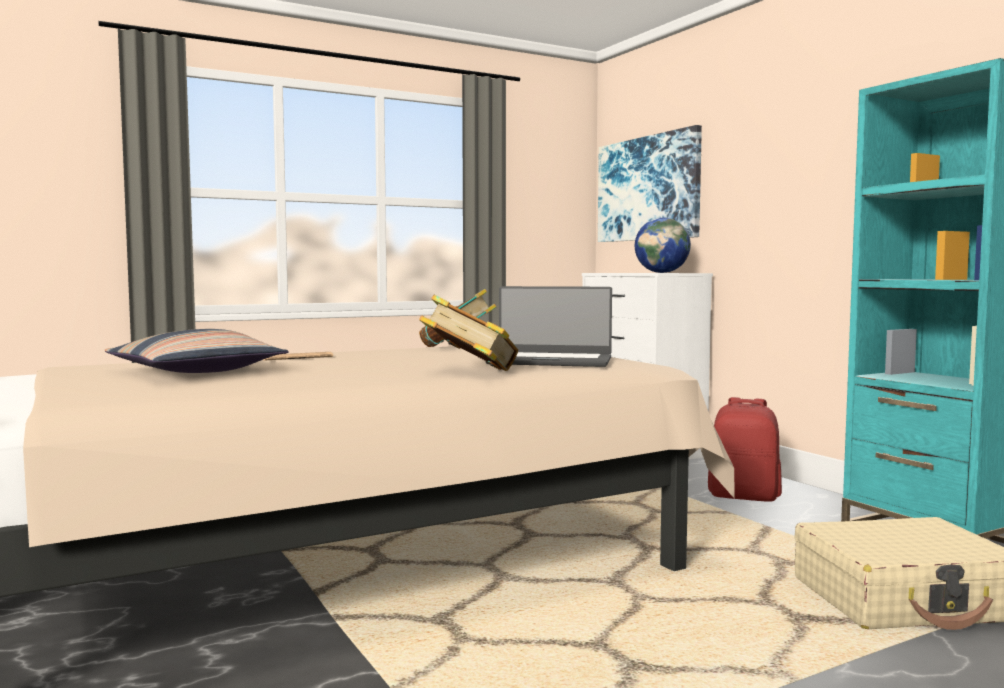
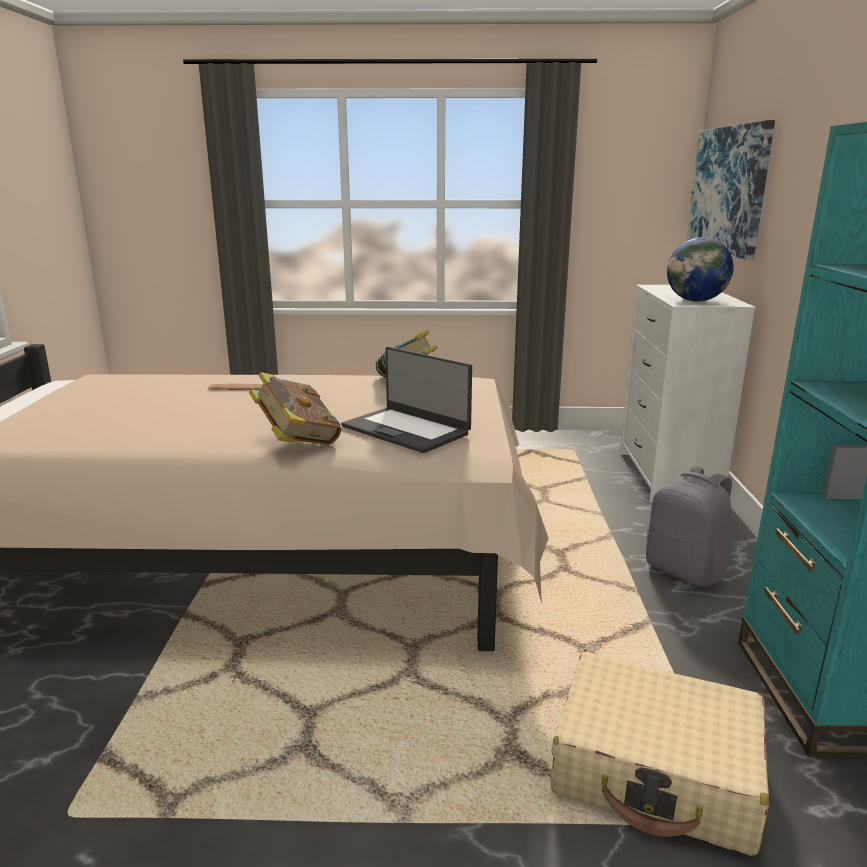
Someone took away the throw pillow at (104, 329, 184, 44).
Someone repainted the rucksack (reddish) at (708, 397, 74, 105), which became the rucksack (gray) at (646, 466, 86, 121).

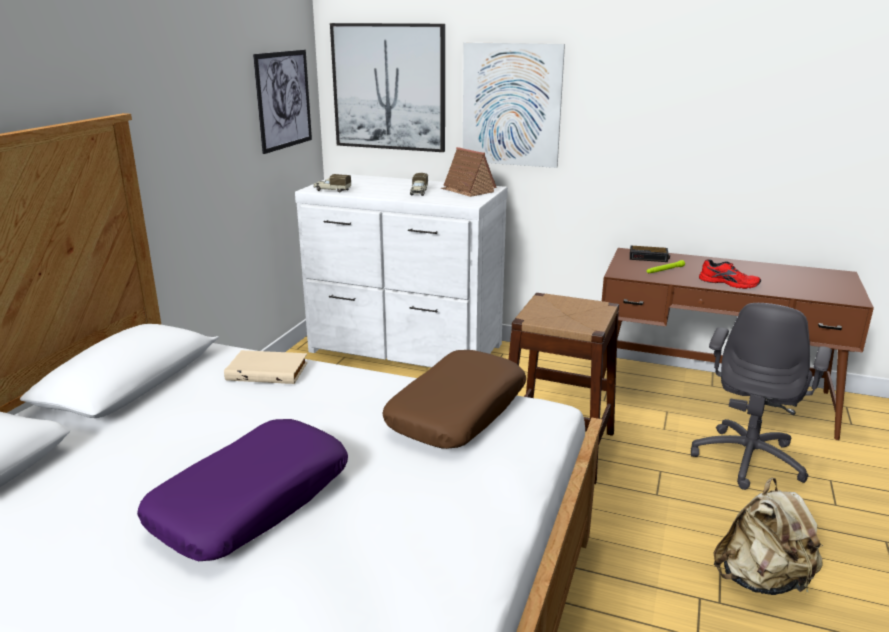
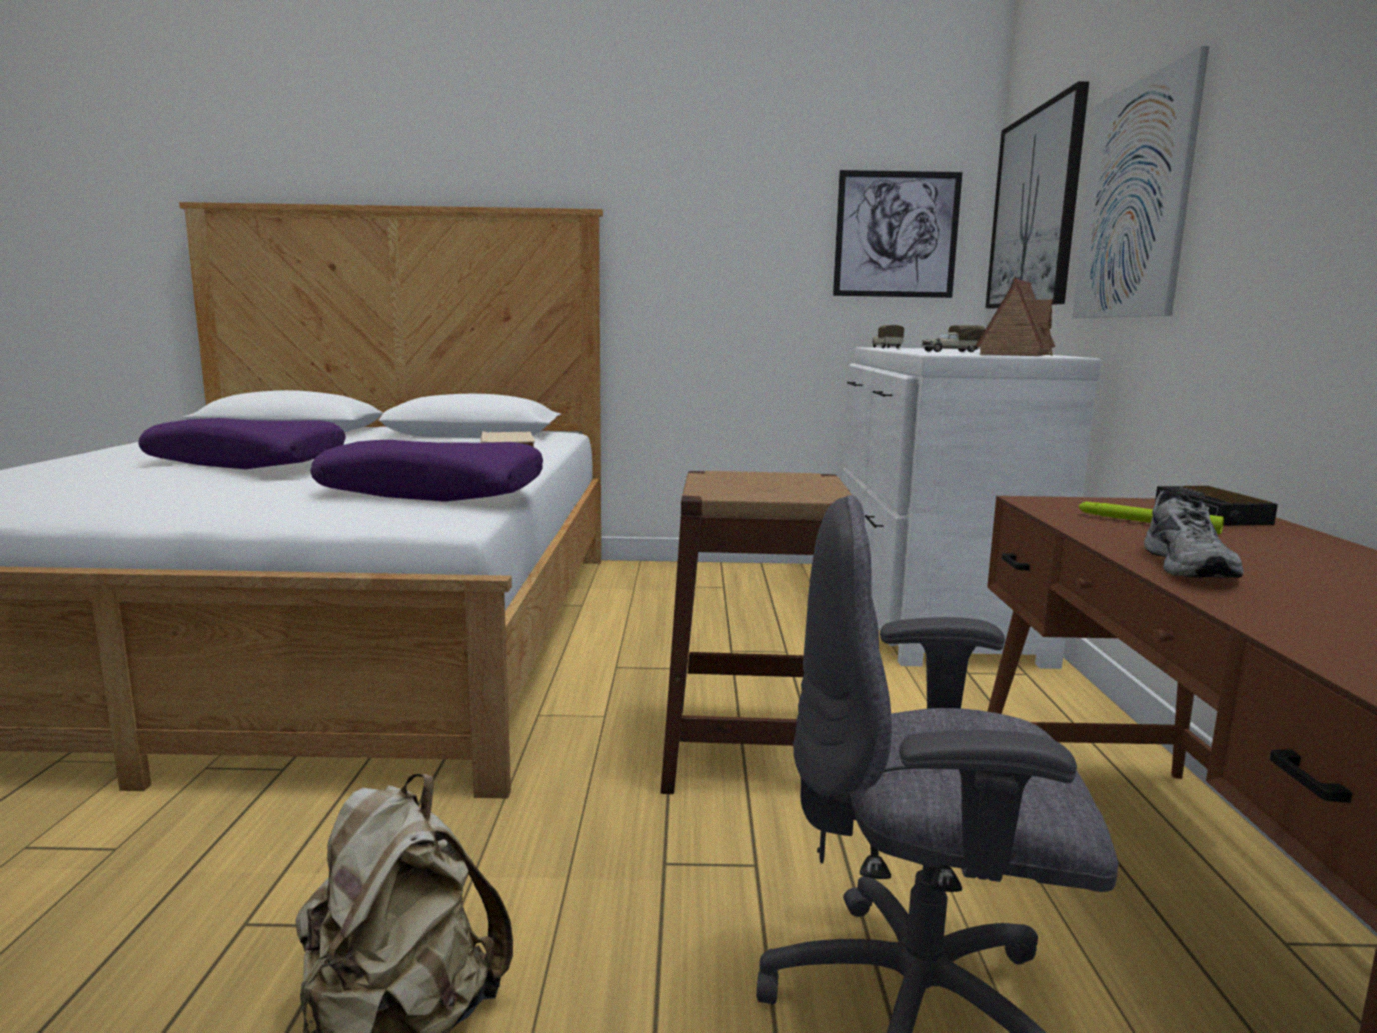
Someone repainted the item of footwear (reddish) at (699, 259, 62, 30), which became the item of footwear (gray) at (1144, 490, 100, 88).
Someone repainted the throw pillow (brown) at (383, 350, 143, 99), which became the throw pillow (purple) at (310, 440, 233, 62).

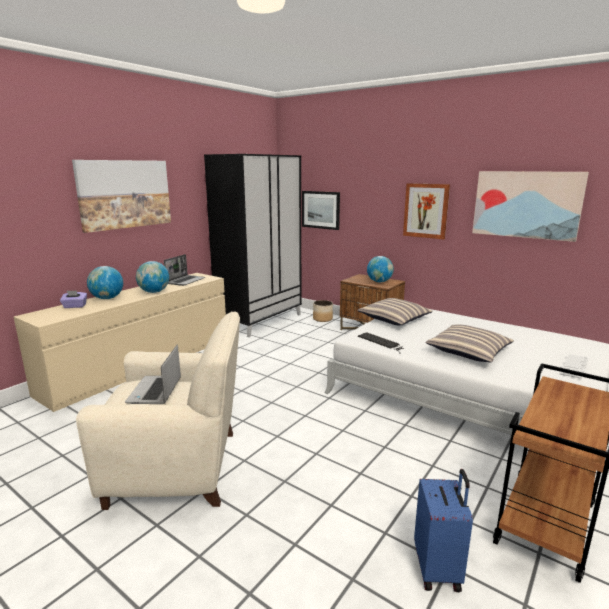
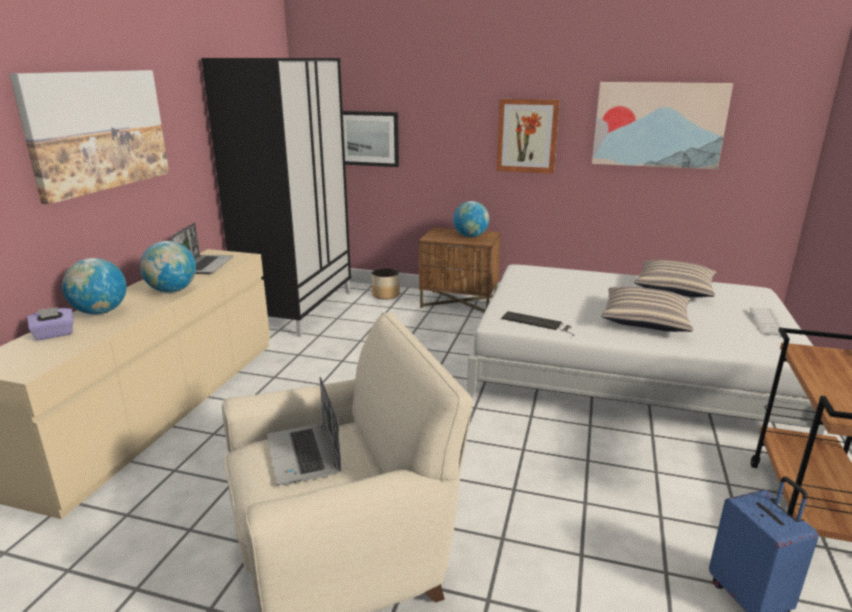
Someone carried the throw pillow from (357, 298, 76, 27) to (634, 260, 83, 37).

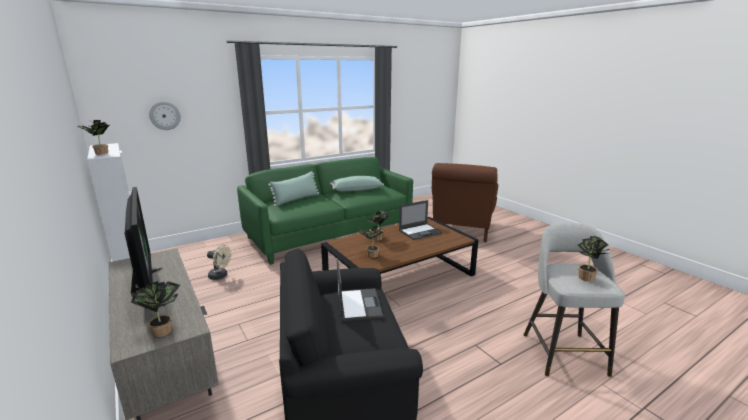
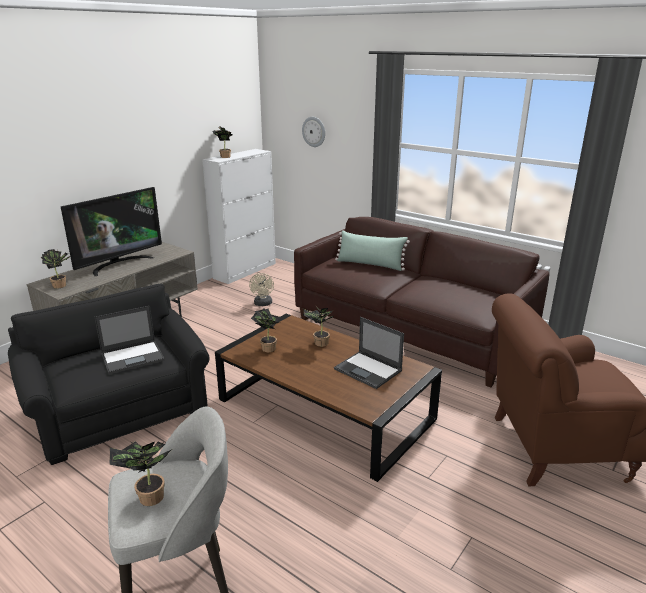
Someone repainted the settee (green) at (237, 157, 176, 108), which became the settee (brown) at (294, 217, 256, 170).
Someone took away the throw pillow (green) at (330, 176, 54, 15).

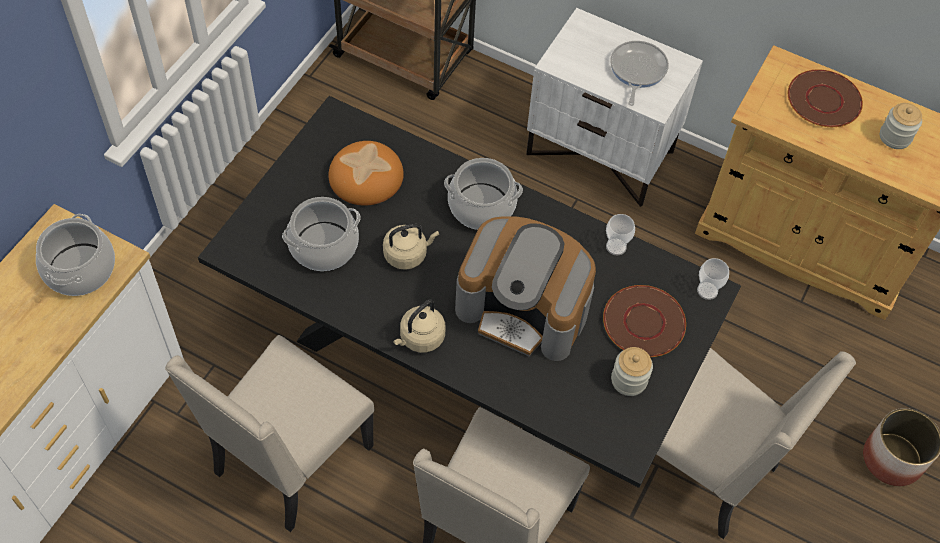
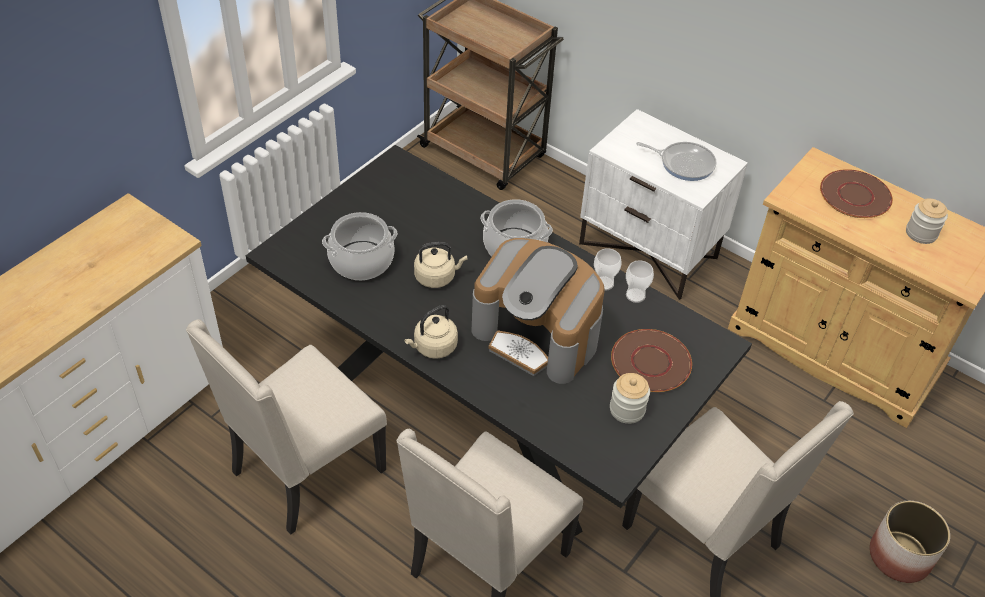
Someone rotated the skillet at (610, 41, 59, 65) by 90 degrees clockwise.
Someone took away the bakery bread at (328, 141, 76, 65).
Someone took away the cooking pot at (36, 214, 79, 82).
Someone carried the small cup from (697, 258, 32, 42) to (594, 248, 28, 43).

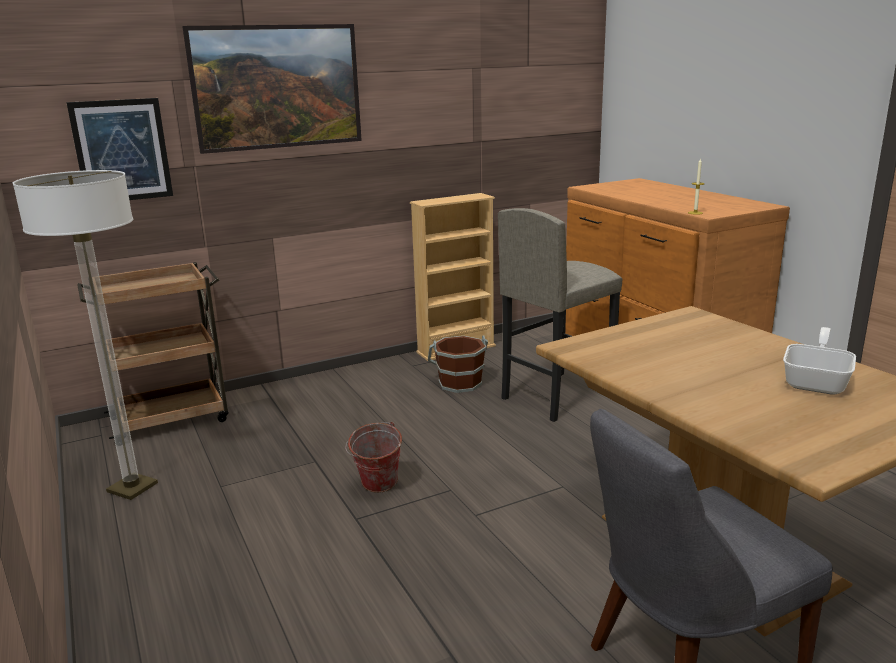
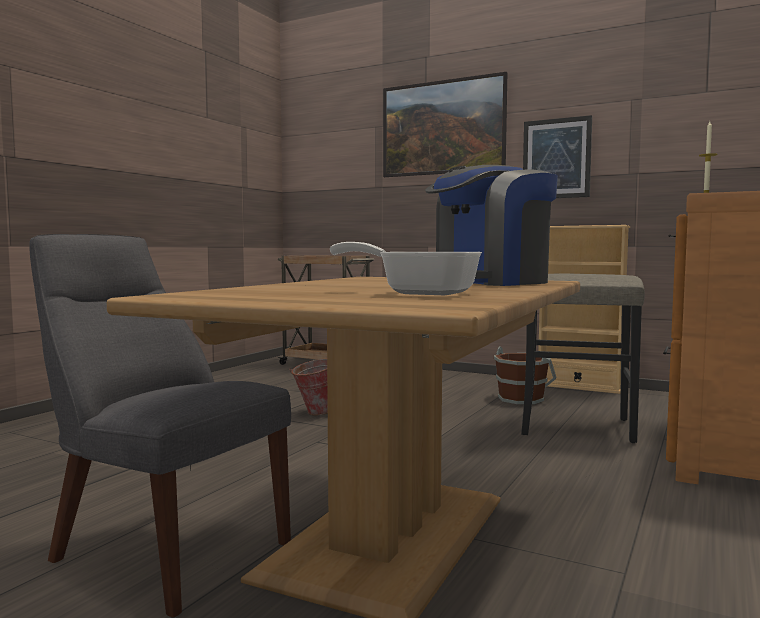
Someone carried the wall picture from (66, 98, 107, 102) to (523, 115, 69, 83).
Someone took away the standing lamp at (13, 170, 145, 330).
Someone rotated the skillet at (783, 327, 73, 68) by 150 degrees counterclockwise.
Someone put down the coffee brewer at (425, 165, 133, 121).

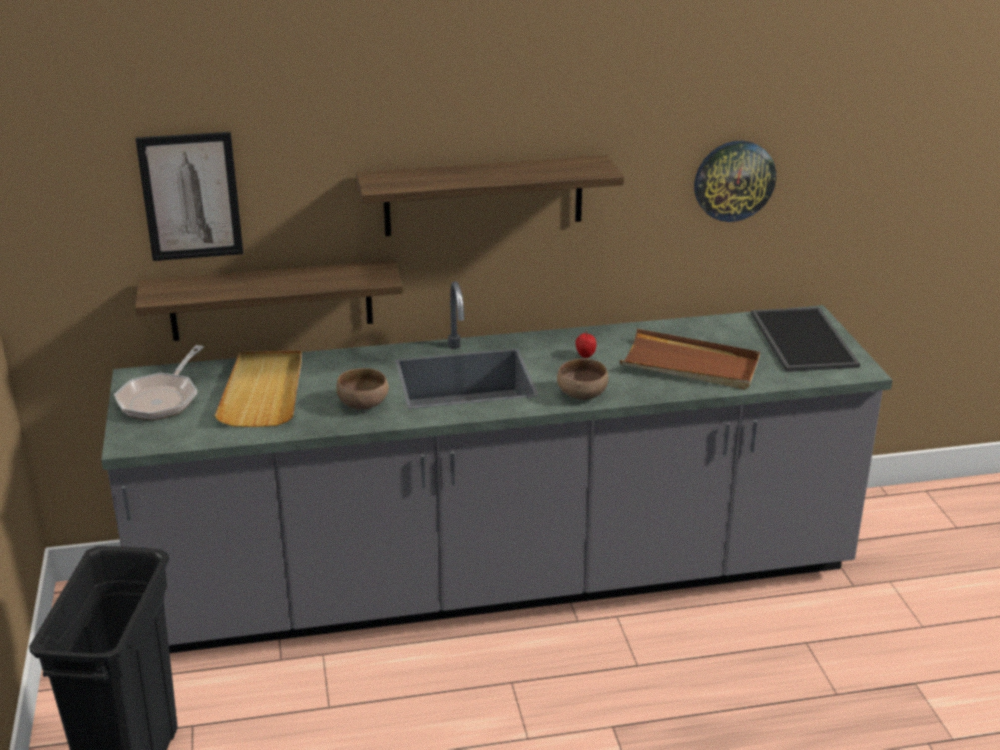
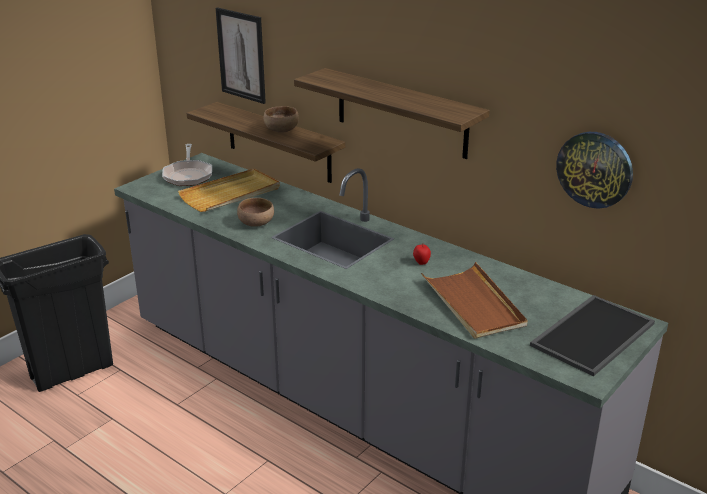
Someone rotated the skillet at (114, 345, 90, 75) by 75 degrees counterclockwise.
Someone carried the serving bowl (brown) from (557, 359, 51, 41) to (263, 106, 36, 26).

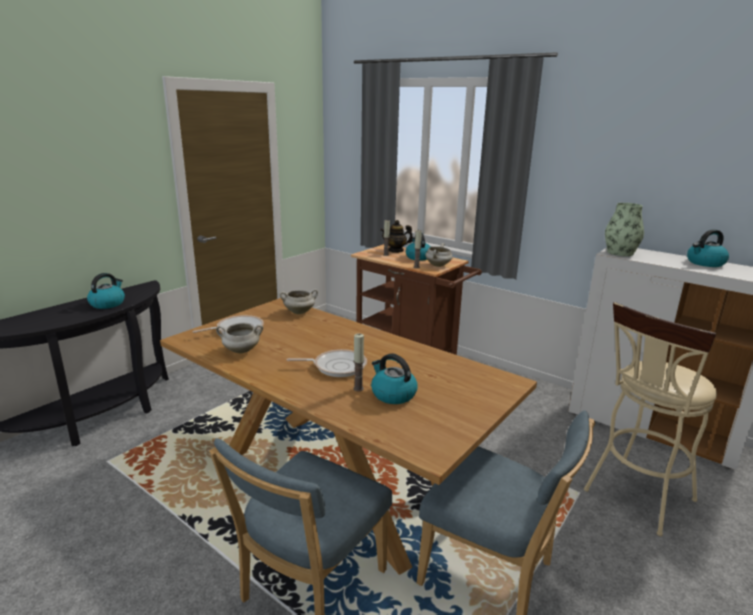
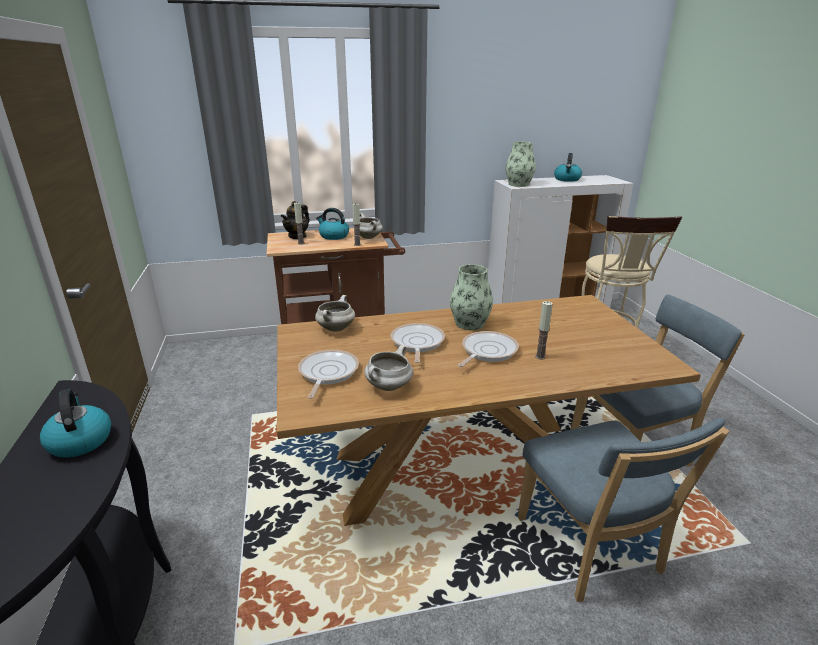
Someone took away the kettle at (371, 353, 47, 51).
Someone put down the decorative vase at (450, 264, 43, 66).
Someone put down the skillet at (391, 323, 54, 40).

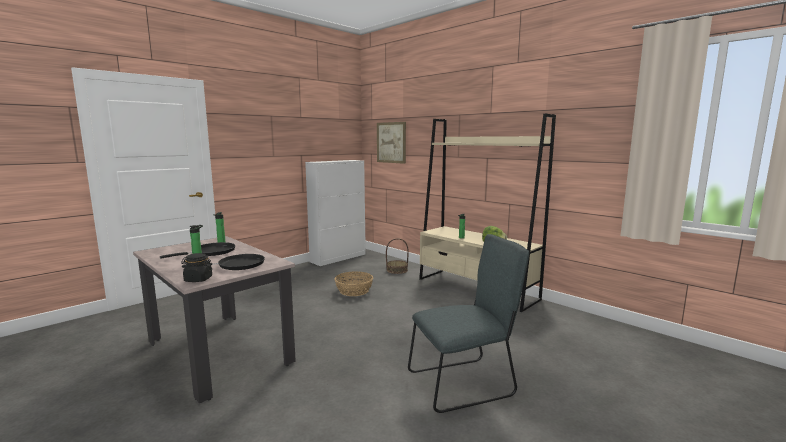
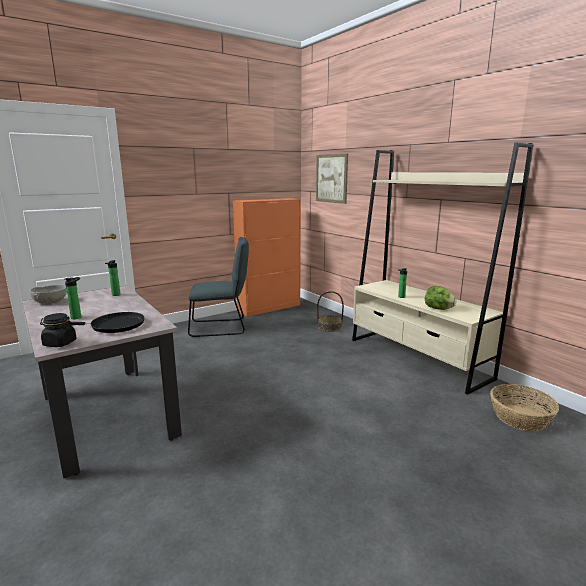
Someone repainted the cabinet (whitish) at (305, 160, 61, 106), which became the cabinet (orangey) at (233, 198, 68, 119).
Someone carried the upright chair (gray) from (408, 234, 121, 179) to (188, 237, 61, 100).
Someone took away the skillet (blackish) at (160, 242, 75, 17).
Someone carried the household basket from (334, 271, 39, 25) to (490, 384, 69, 47).
Someone put down the serving bowl (gray) at (29, 285, 38, 19).

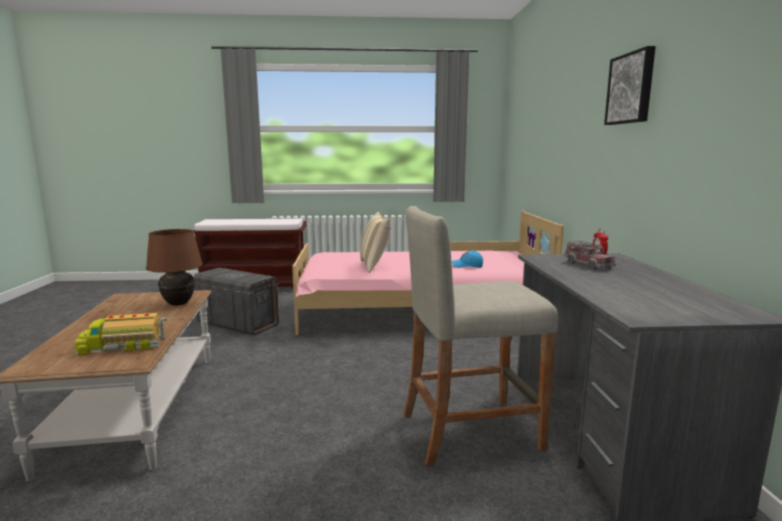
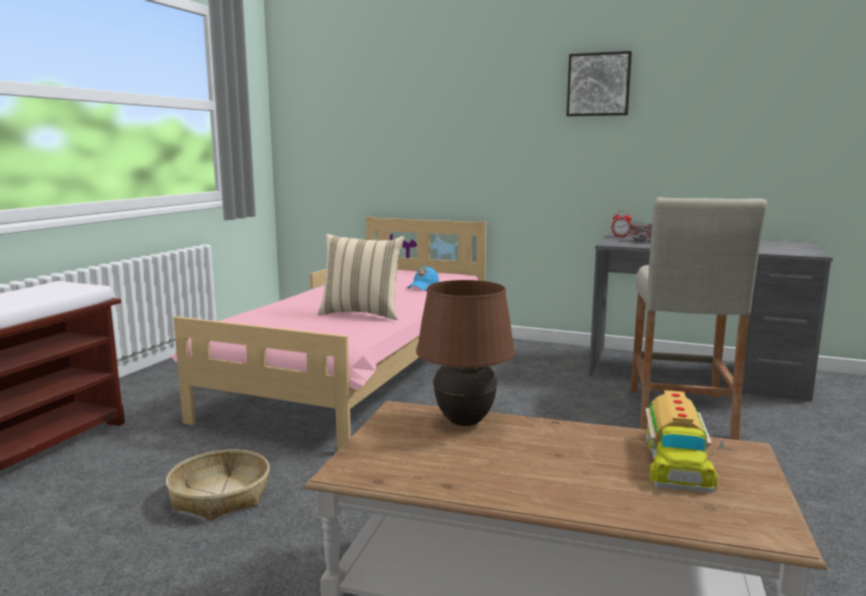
Someone swapped the storage box (gray) at (193, 268, 86, 67) for the household basket at (166, 450, 104, 71).

